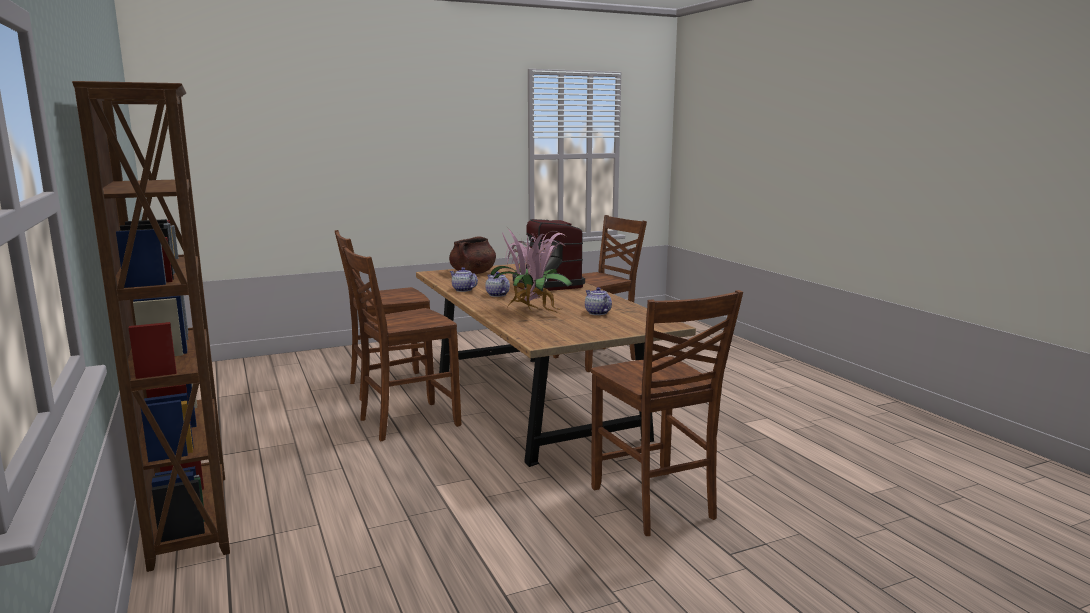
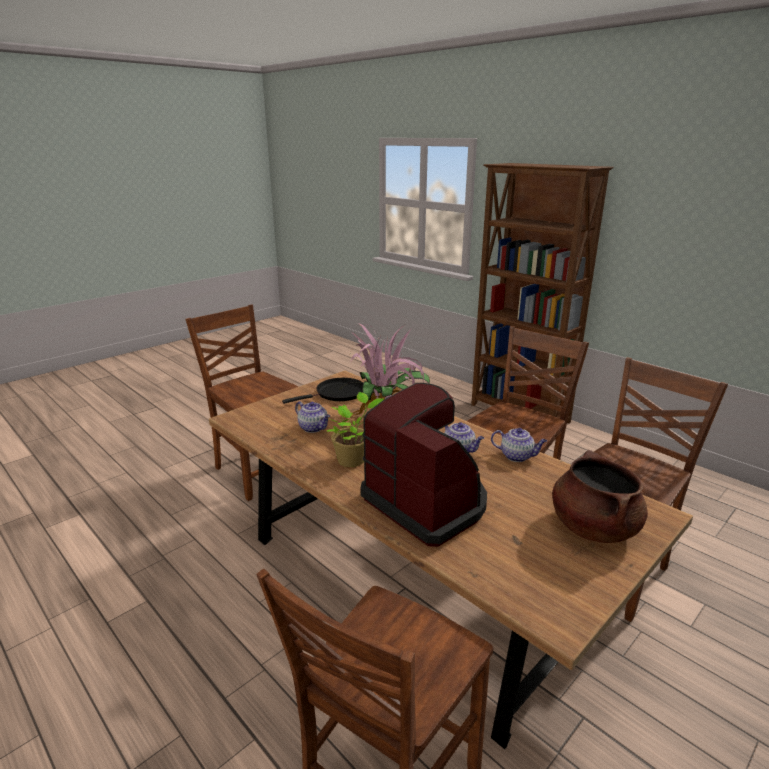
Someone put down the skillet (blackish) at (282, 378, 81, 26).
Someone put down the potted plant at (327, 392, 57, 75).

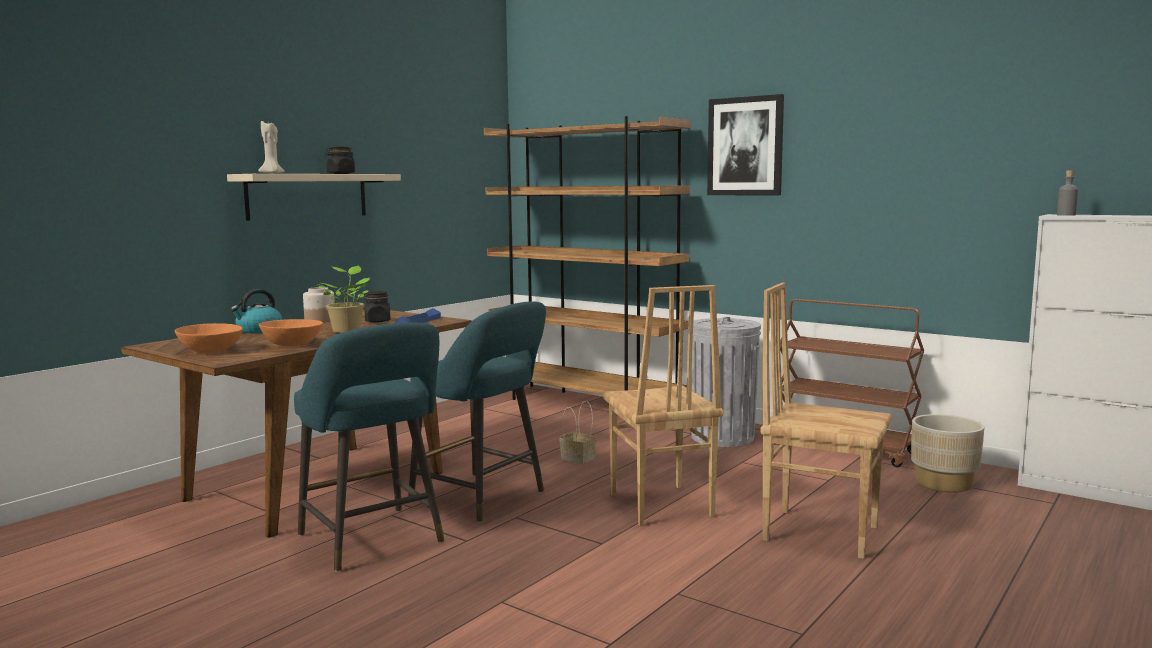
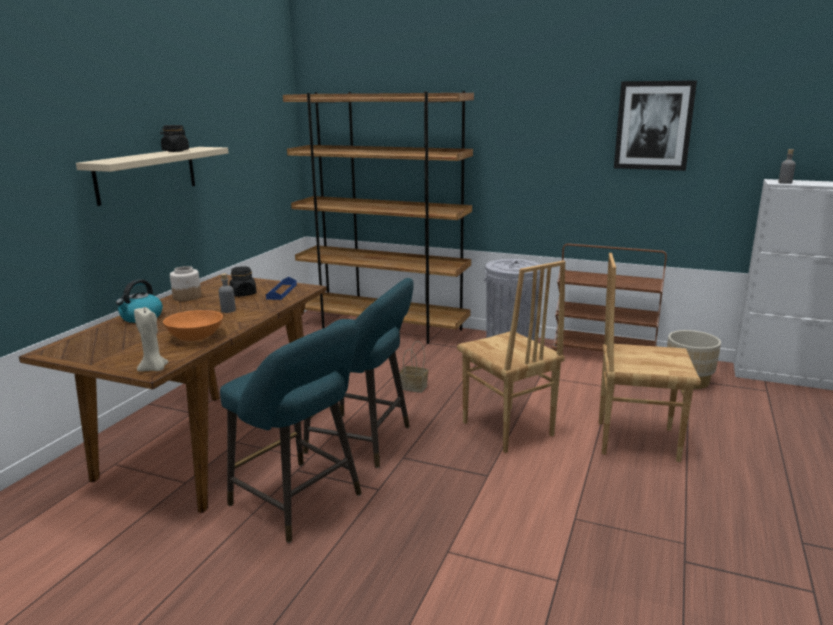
Someone carried the wall picture from (707, 94, 77, 101) to (614, 80, 83, 91).
Someone carried the wax candle (beige) from (258, 121, 27, 53) to (134, 307, 35, 65).
Someone swapped the potted plant at (316, 266, 54, 67) for the bottle (gray) at (219, 273, 17, 40).
Someone took away the serving bowl (orangey) at (175, 323, 68, 30).

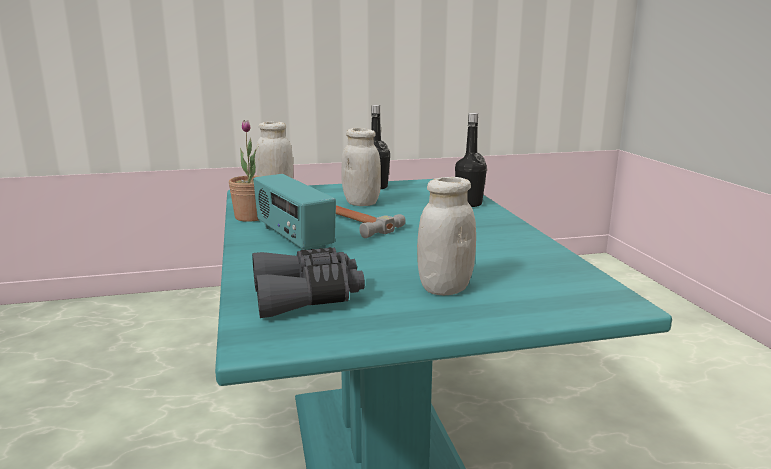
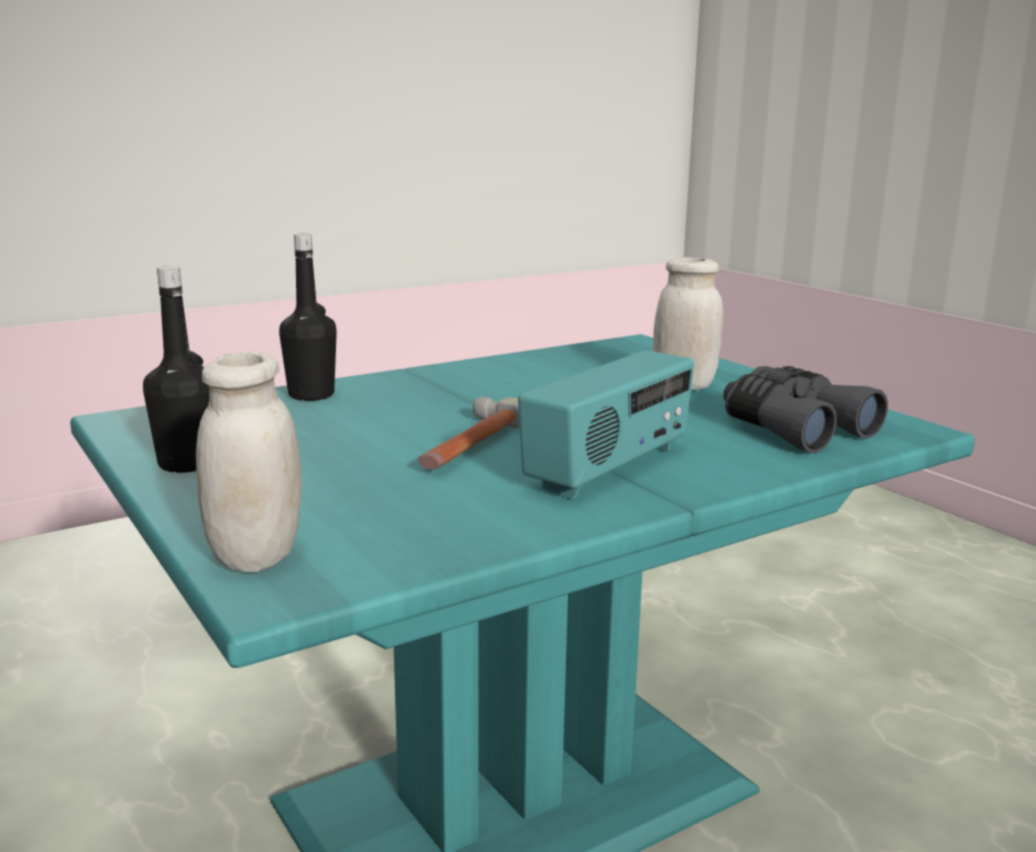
Someone took away the potted plant at (229, 120, 31, 102).
Someone took away the storage jar (whitish) at (341, 128, 40, 78).

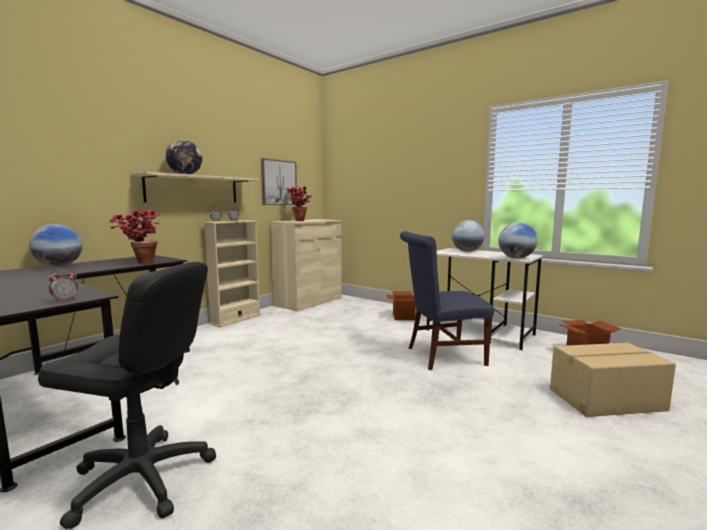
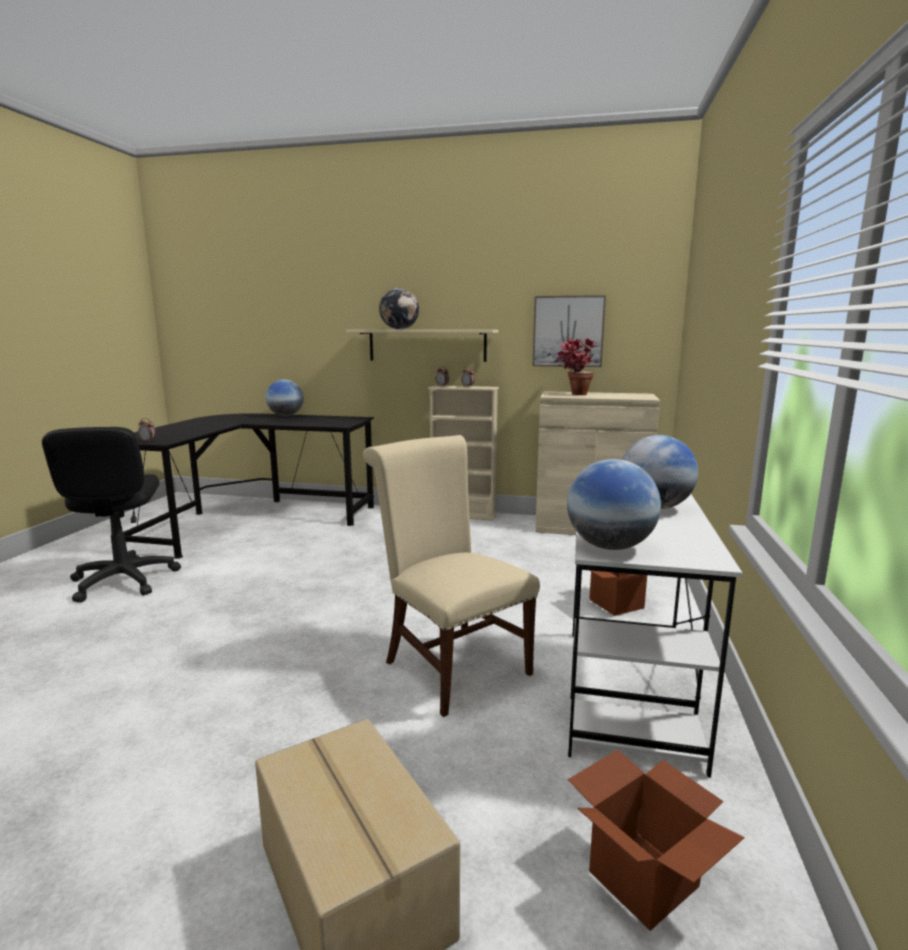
Someone took away the potted plant at (110, 210, 50, 54).
Someone repainted the upright chair (blue-coloured) at (400, 231, 94, 139), which became the upright chair (beige) at (363, 435, 177, 282).

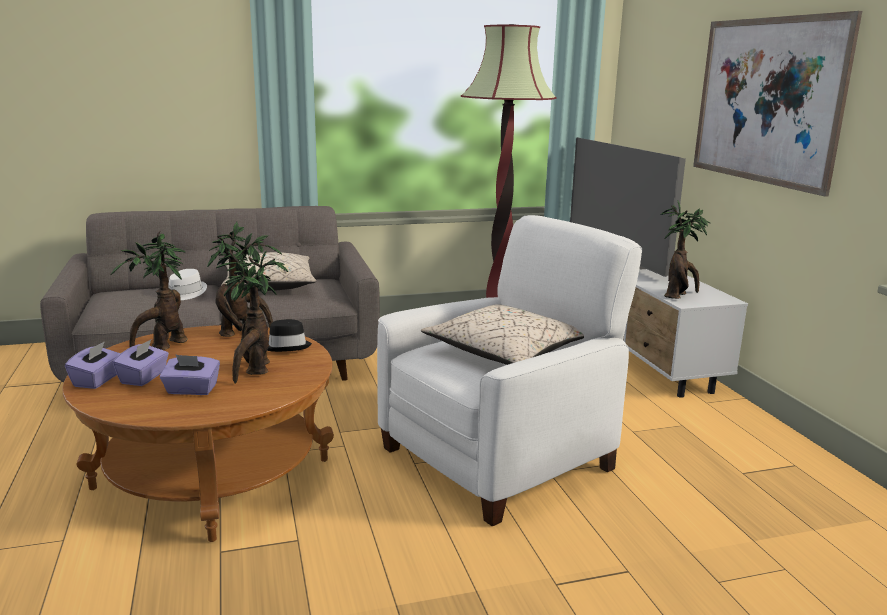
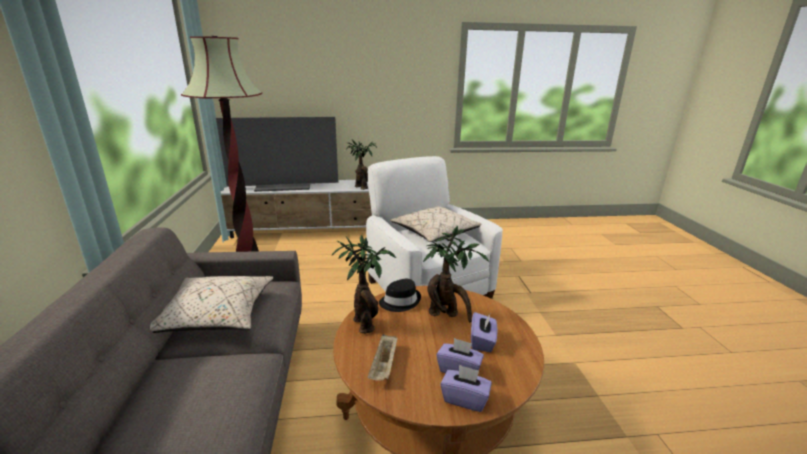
Someone took away the wall picture at (693, 11, 169, 186).
Someone swapped the potted plant at (111, 231, 77, 119) for the serving tray (beige) at (368, 334, 30, 47).
Someone took away the clothing hat (whitish) at (169, 269, 38, 31).

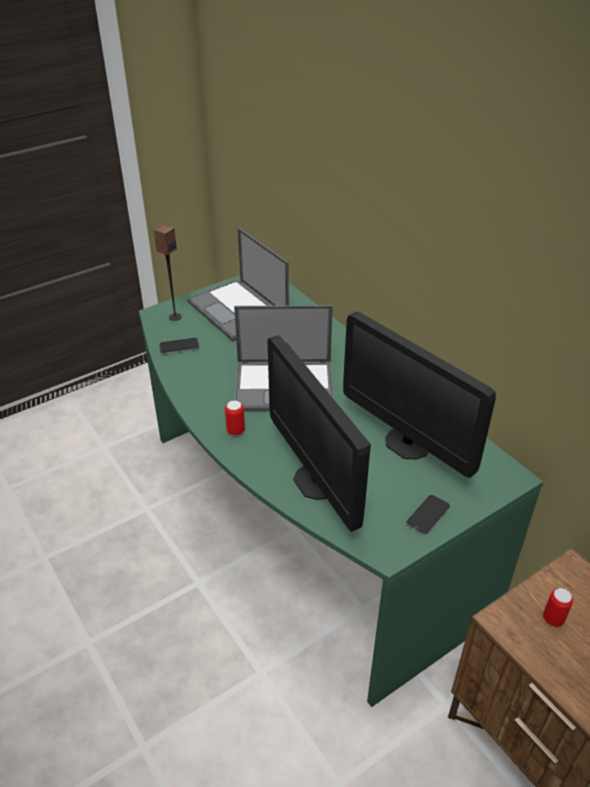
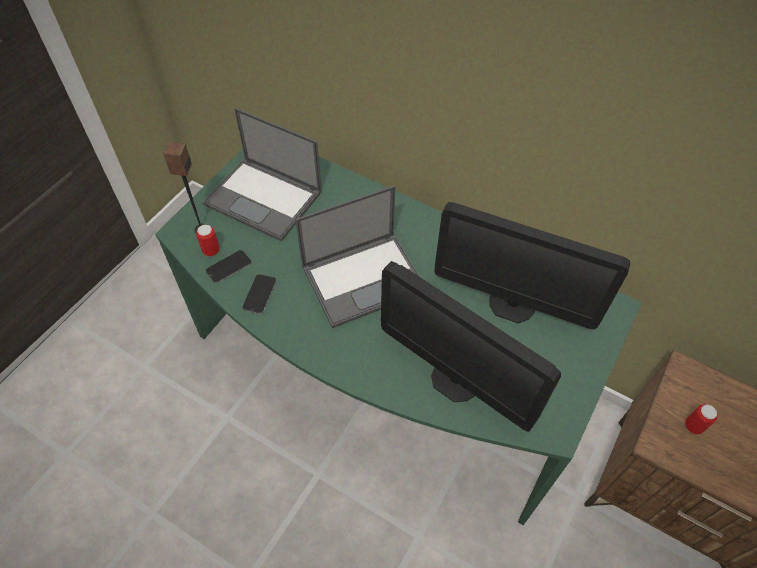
Someone carried the can from (225, 400, 20, 36) to (196, 225, 24, 32).
Someone carried the telephone from (406, 495, 44, 40) to (242, 274, 34, 40).

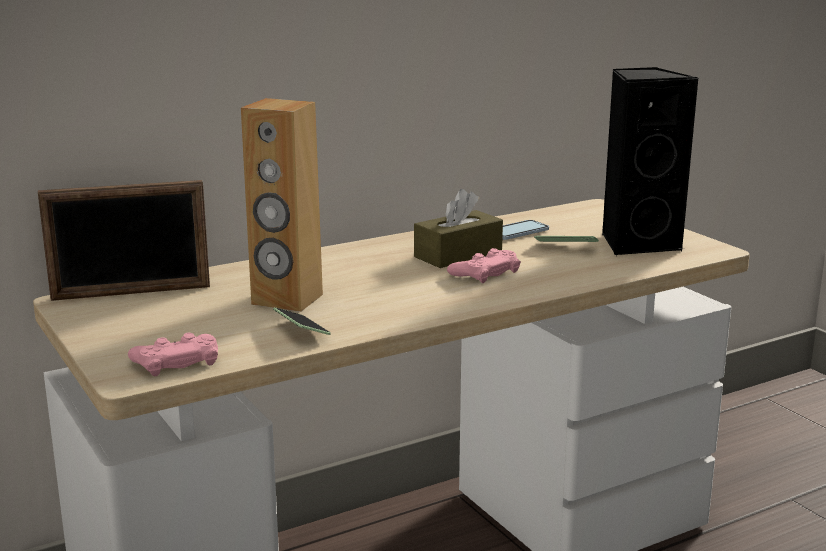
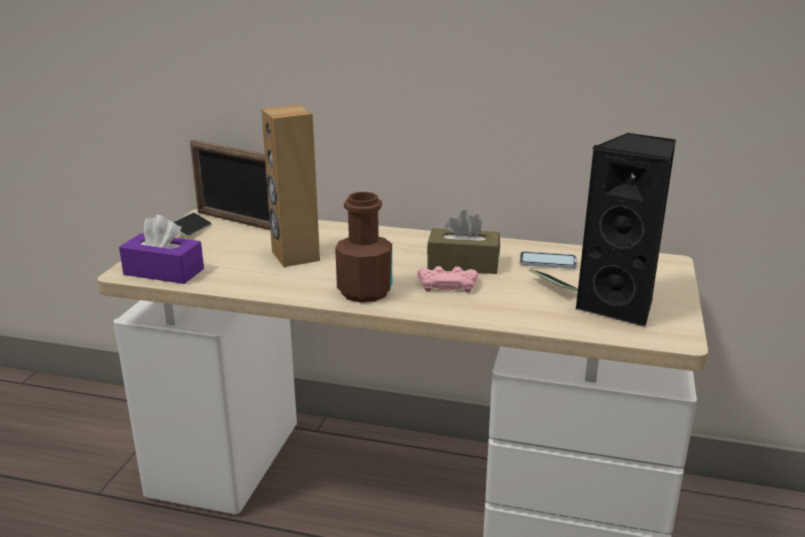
Someone carried the telephone from (273, 307, 58, 28) to (173, 213, 39, 24).
Someone swapped the gamepad (pink) at (128, 333, 90, 43) for the tissue holder (purple) at (119, 215, 85, 69).
Someone put down the bottle (brown) at (335, 192, 57, 111).

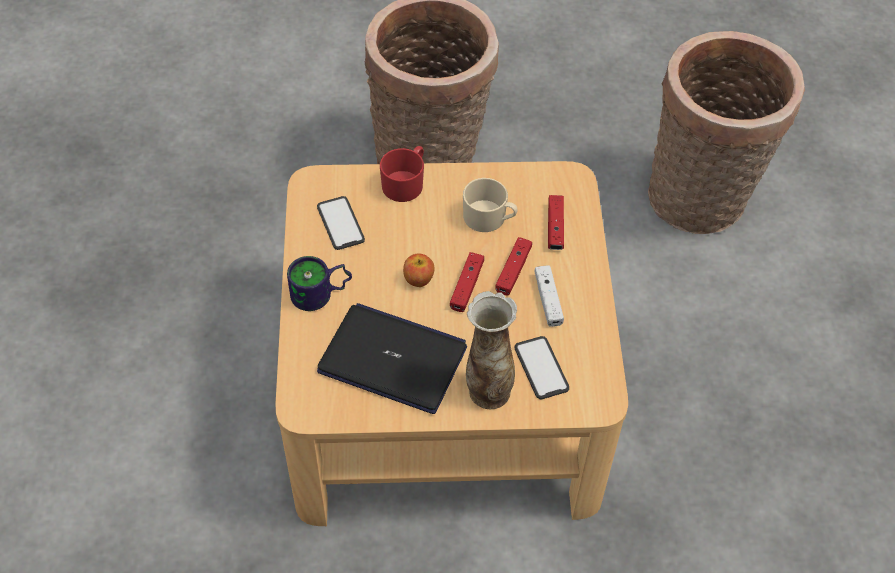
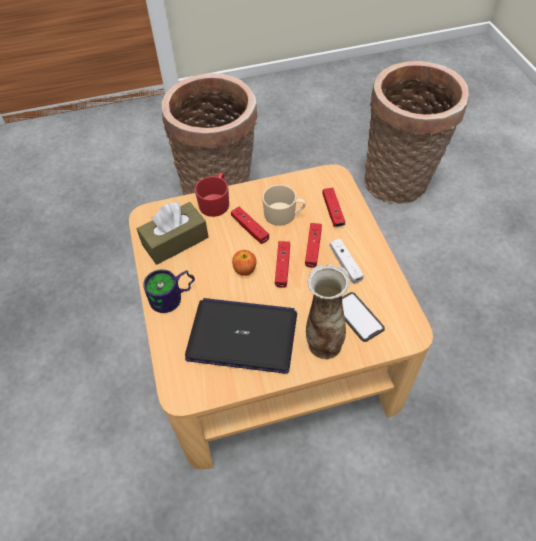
Someone swapped the telephone at (317, 196, 48, 54) for the tissue holder (brown) at (137, 201, 71, 64).
Someone put down the gamepad (reddish) at (231, 207, 38, 37).

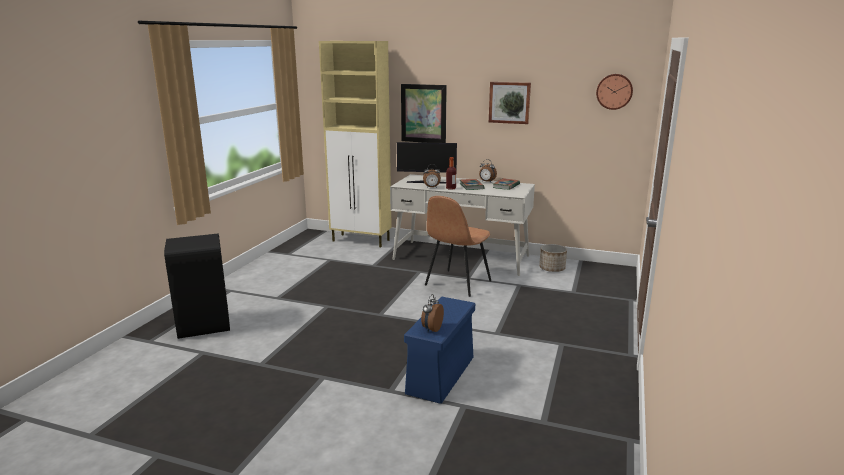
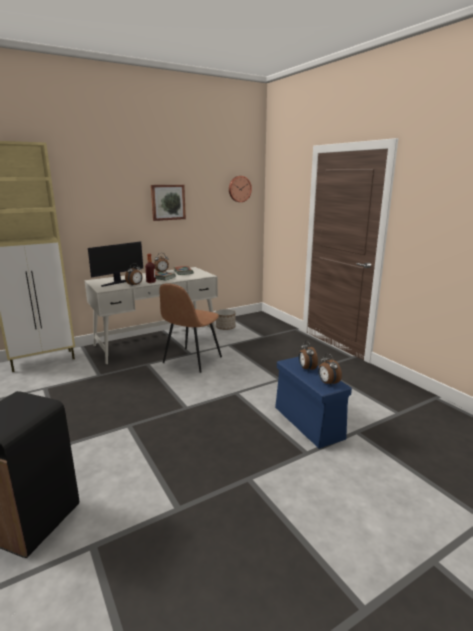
Someone took away the wall picture at (401, 84, 46, 59).
Someone rotated the upright chair (brown) at (425, 196, 66, 101) by 45 degrees clockwise.
Someone put down the bedside clock at (299, 340, 19, 32).

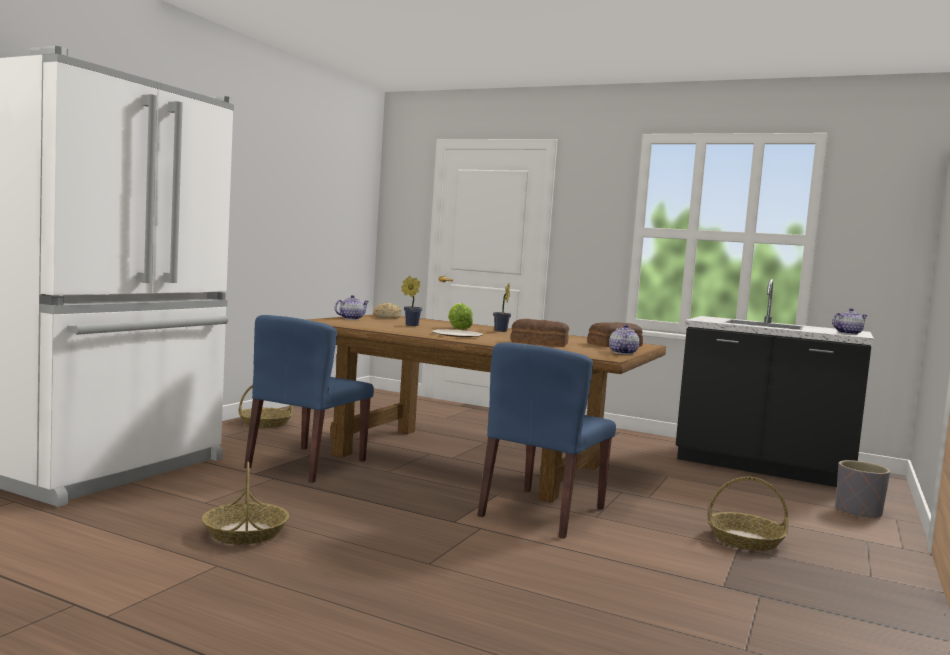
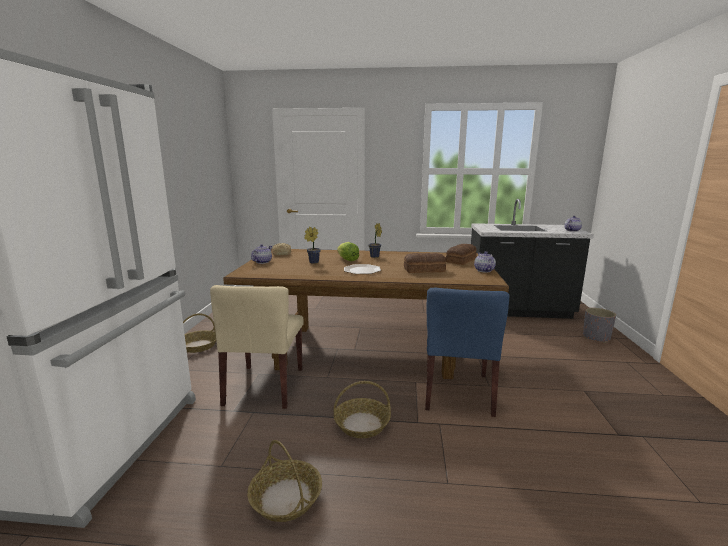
Someone repainted the upright chair (blue-coloured) at (244, 315, 130, 168), which became the upright chair (beige) at (210, 285, 94, 124).
Someone carried the household basket from (707, 477, 81, 74) to (333, 381, 58, 57).

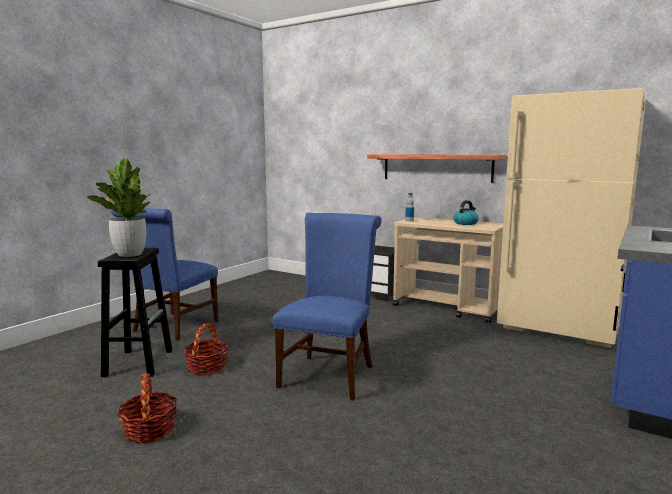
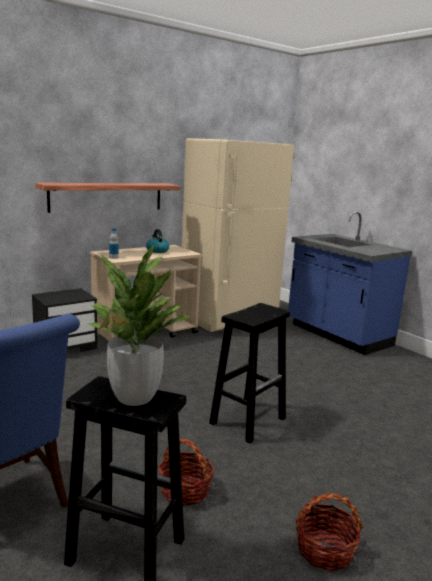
Someone swapped the upright chair (blue-coloured) at (272, 213, 110, 188) for the stool (blackish) at (209, 303, 81, 141).

